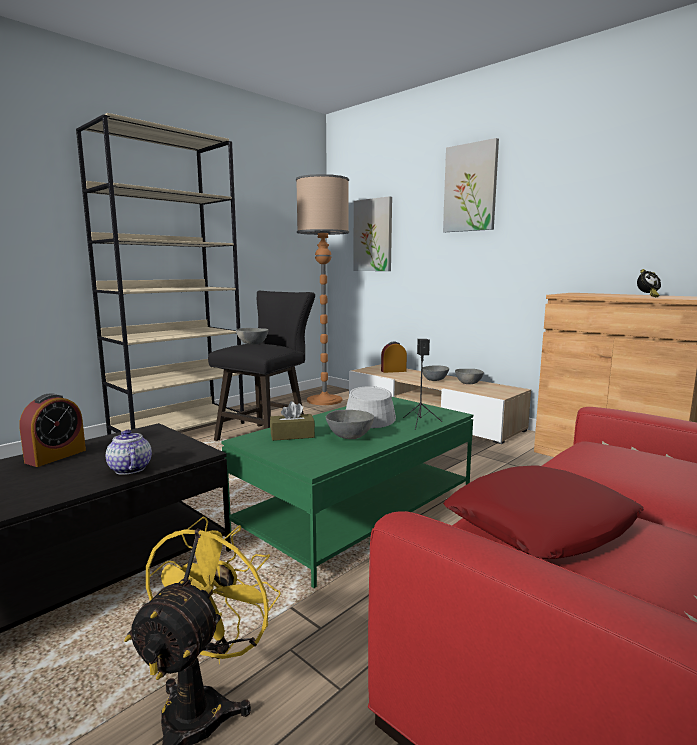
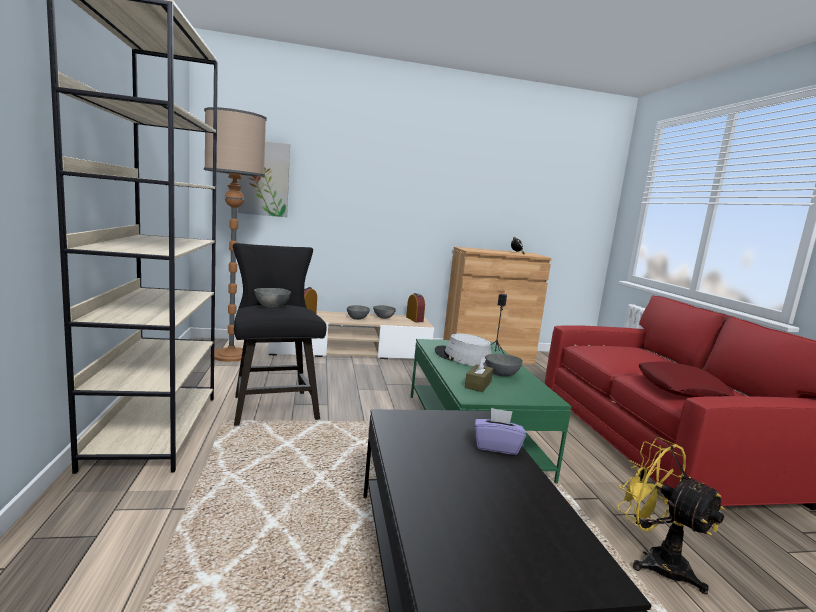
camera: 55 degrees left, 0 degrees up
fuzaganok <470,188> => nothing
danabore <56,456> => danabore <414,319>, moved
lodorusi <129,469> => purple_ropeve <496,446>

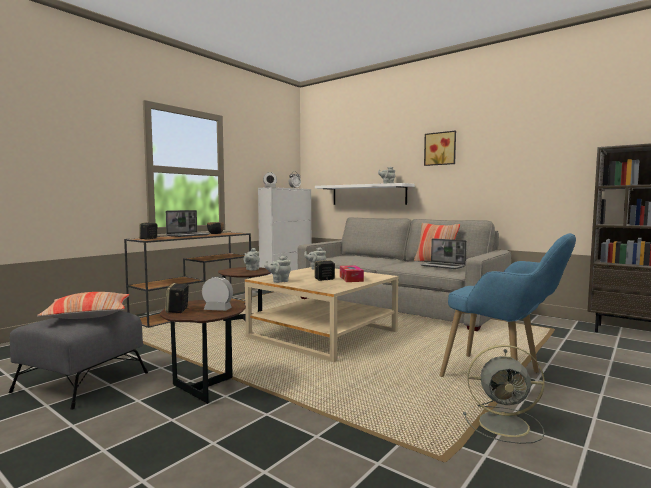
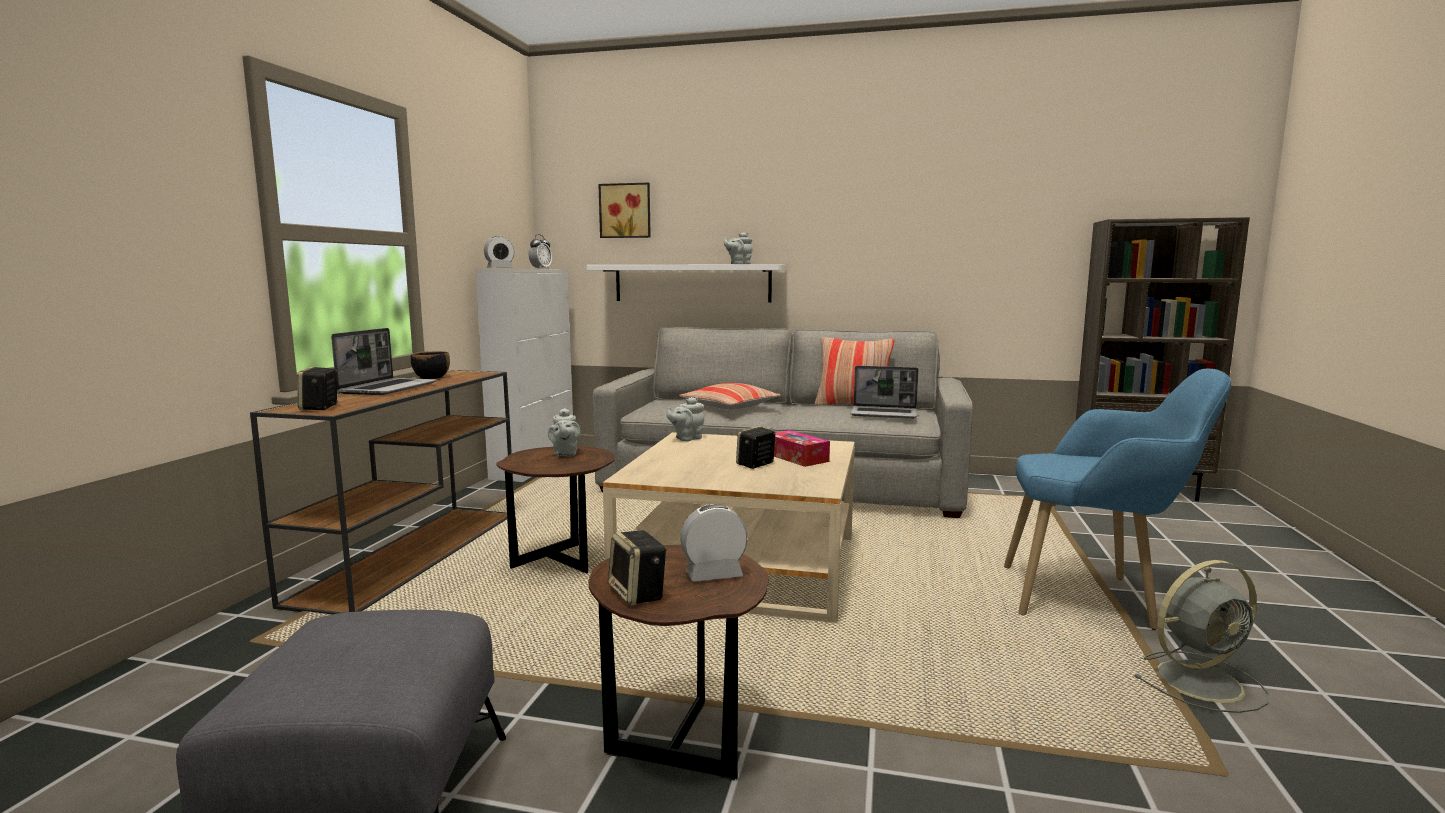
camera: 25 degrees left, 5 degrees up
grey_lodorusi <279,281> => nothing
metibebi <88,315> => metibebi <730,406>, moved
fuzaganok <440,148> => fuzaganok <625,211>, moved

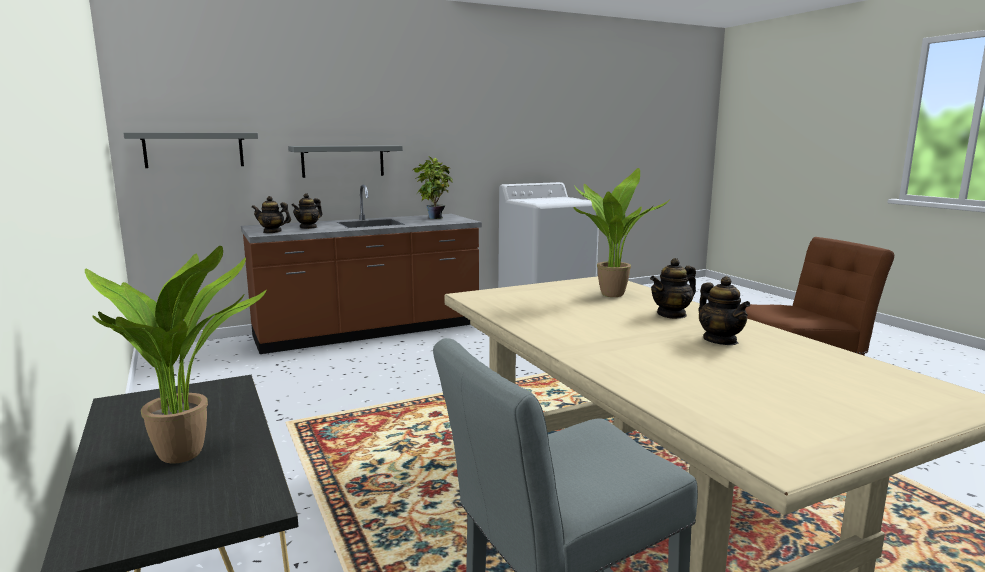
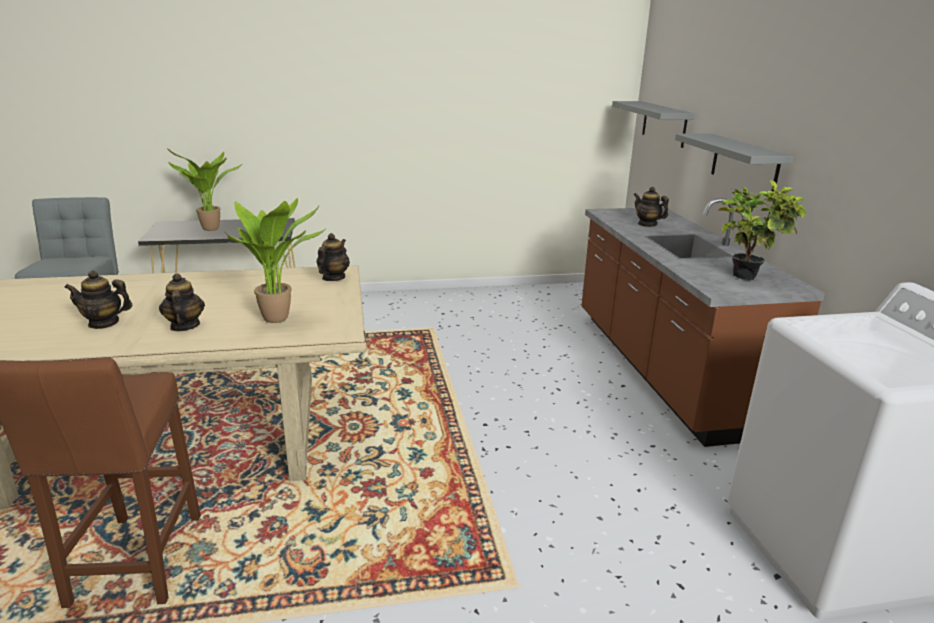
camera: 105 degrees right, 10 degrees up
lodorusi <272,232> => lodorusi <333,278>, moved

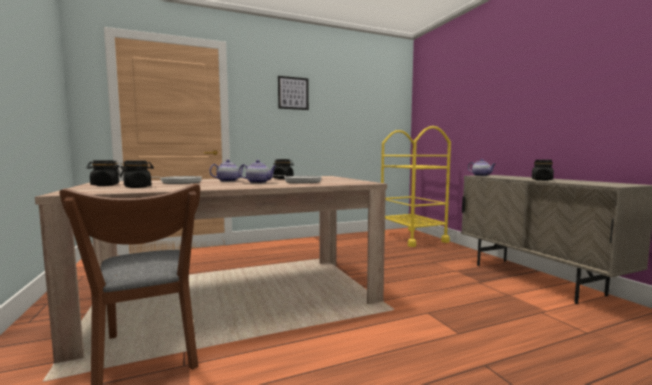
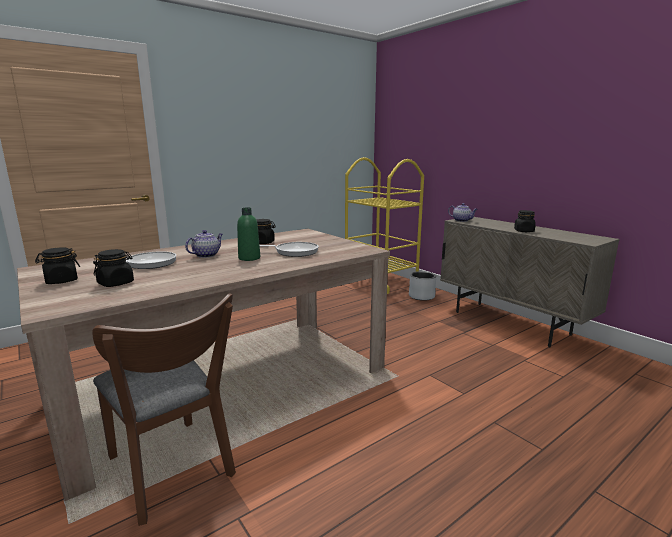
camera: 15 degrees left, 10 degrees up
fuzaganok <293,93> => nothing
nothing => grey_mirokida <421,296>
lodorusi <258,183> => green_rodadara <249,258>

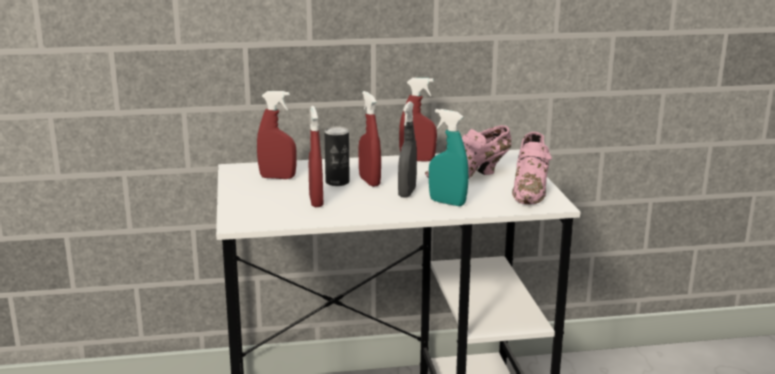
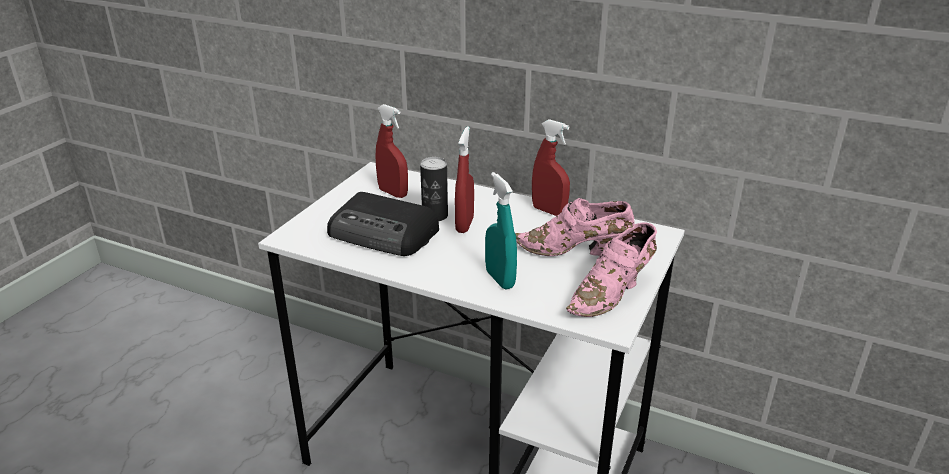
camera: 35 degrees right, 10 degrees up
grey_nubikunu <407,193> => nothing
red_nubikunu <316,201> => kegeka <384,234>

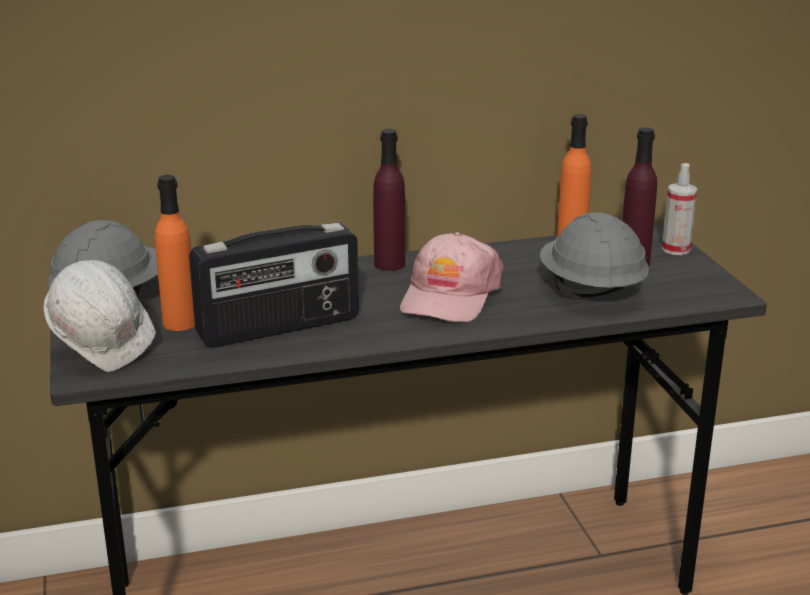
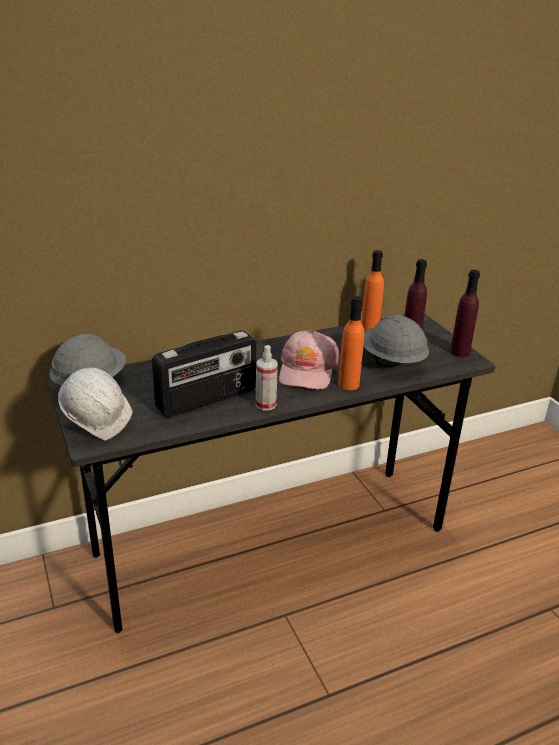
camera: 10 degrees left, 5 degrees up
orange_rodadara <180,322> => orange_rodadara <348,384>, moved
purple_rodadara <389,264> => purple_rodadara <459,352>, moved
nubikunu <676,249> => nubikunu <265,404>, moved

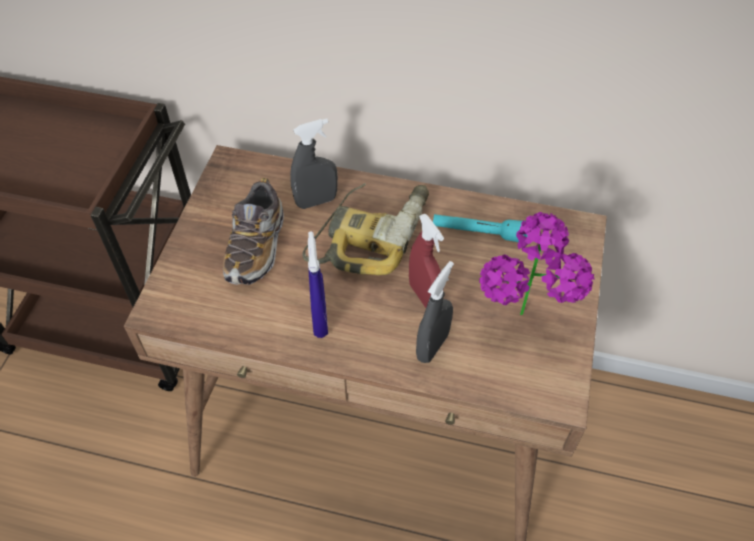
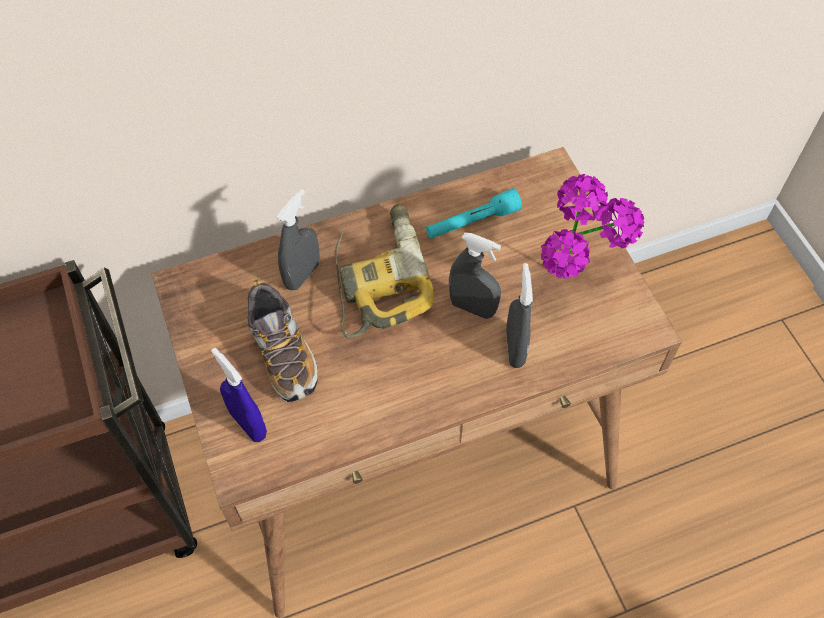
camera: 35 degrees left, 5 degrees up
blue_nubikunu <319,320> => blue_nubikunu <248,424>, moved
red_nubikunu <424,296> => grey_nubikunu <472,307>

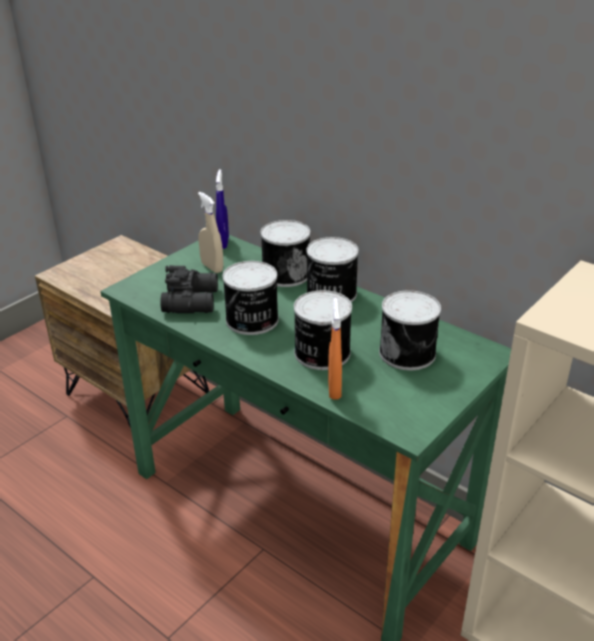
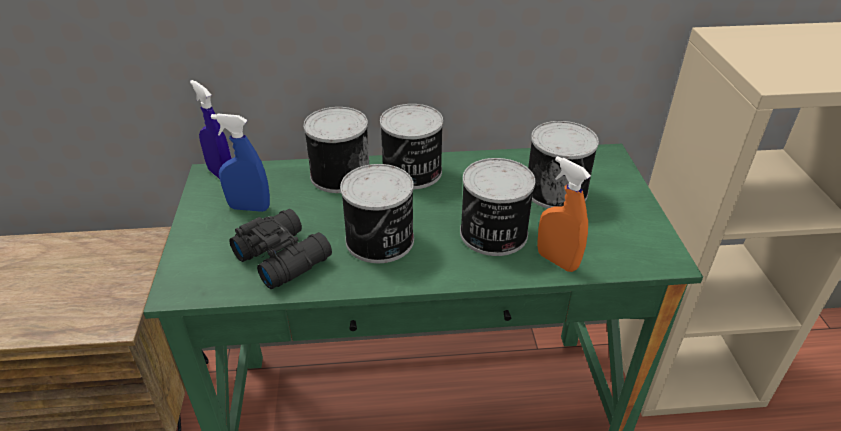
camera: 45 degrees left, 5 degrees up
beige_nubikunu <212,267> => blue_nubikunu <249,208>

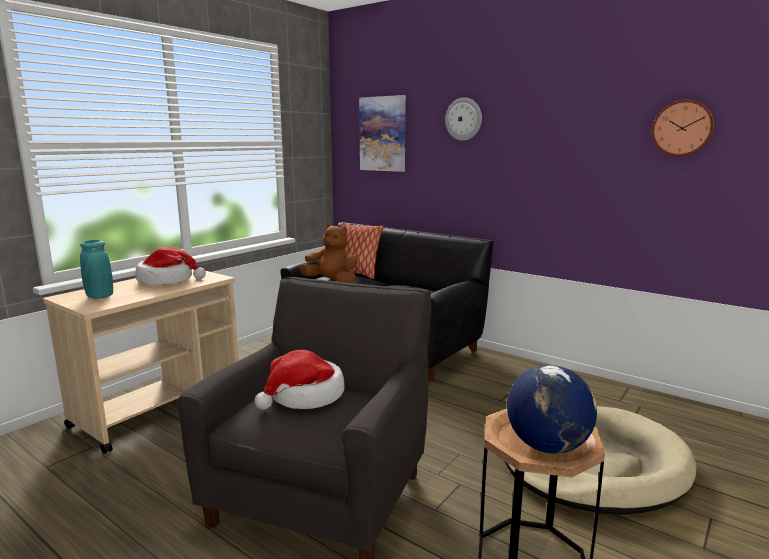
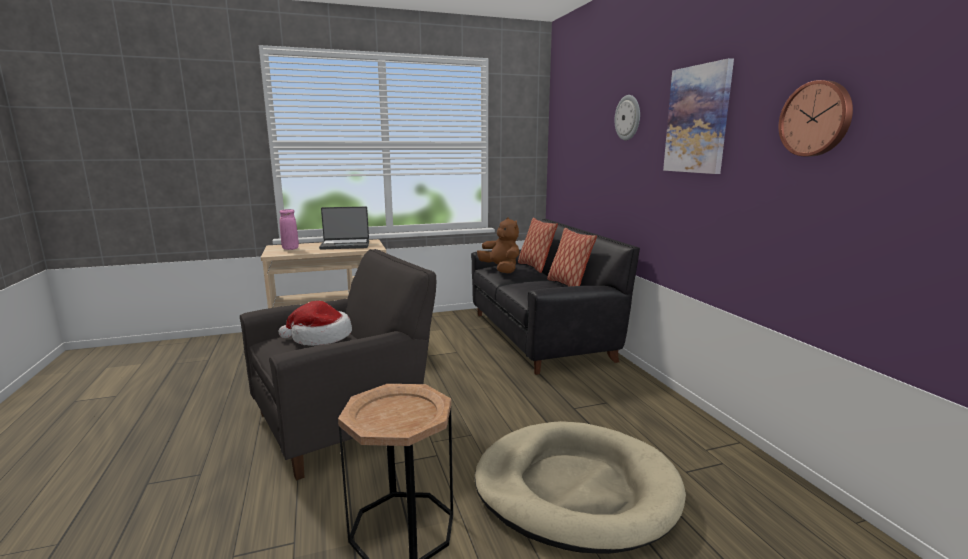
camera: 35 degrees right, 0 degrees up
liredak <547,446> => nothing
nothing => metibebi <568,285>
fuzaganok <383,134> => fuzaganok <697,120>, moved
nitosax <167,280> => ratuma <345,245>
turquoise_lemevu <100,296> => pink_lemevu <290,249>

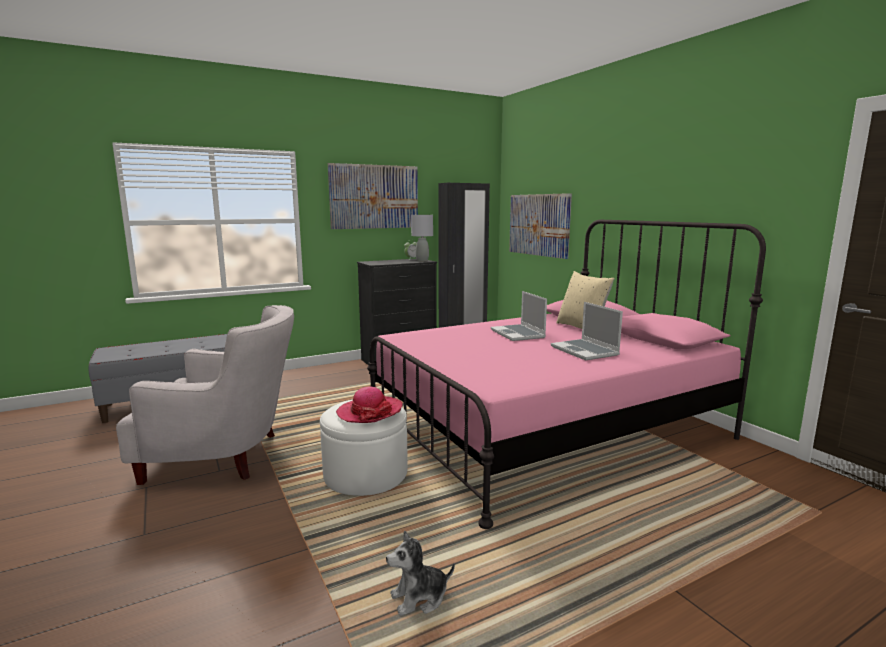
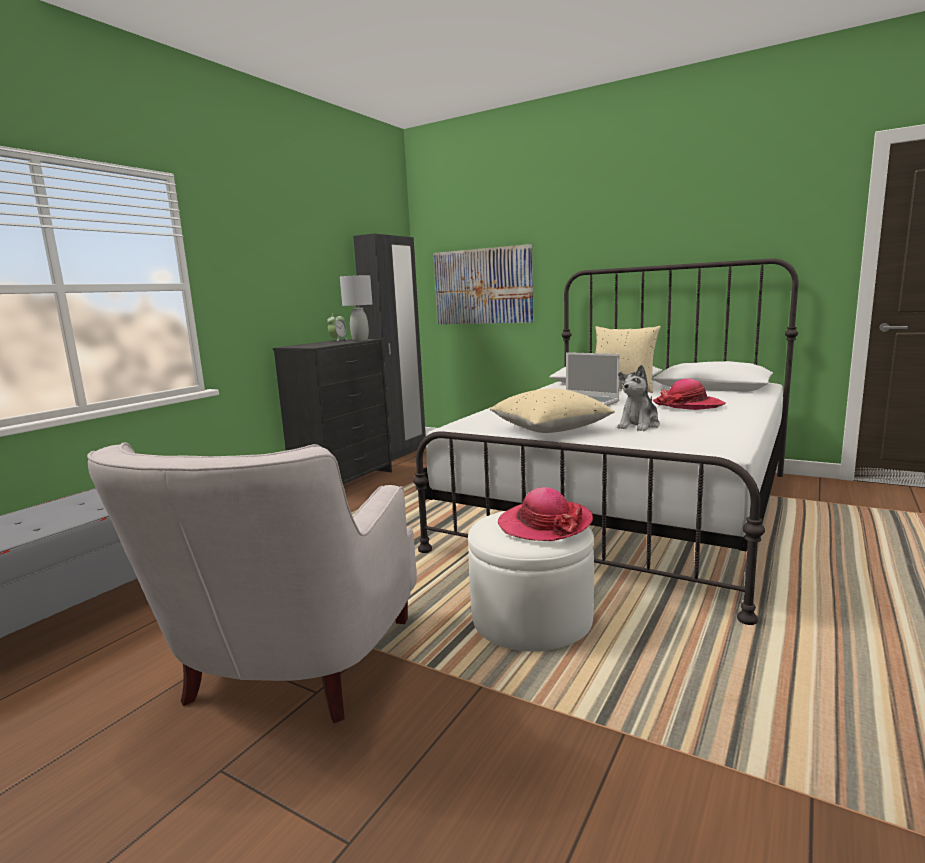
camera: 30 degrees left, 0 degrees up
fuzaganok <374,197> => nothing
nothing => beige_metibebi <550,430>
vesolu <419,598> => vesolu <639,425>, moved
ratuma <585,351> => nitosax <688,405>
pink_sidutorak <547,427> => white_sidutorak <626,508>
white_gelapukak <225,456> => white_gelapukak <291,669>, 135 degrees clockwise

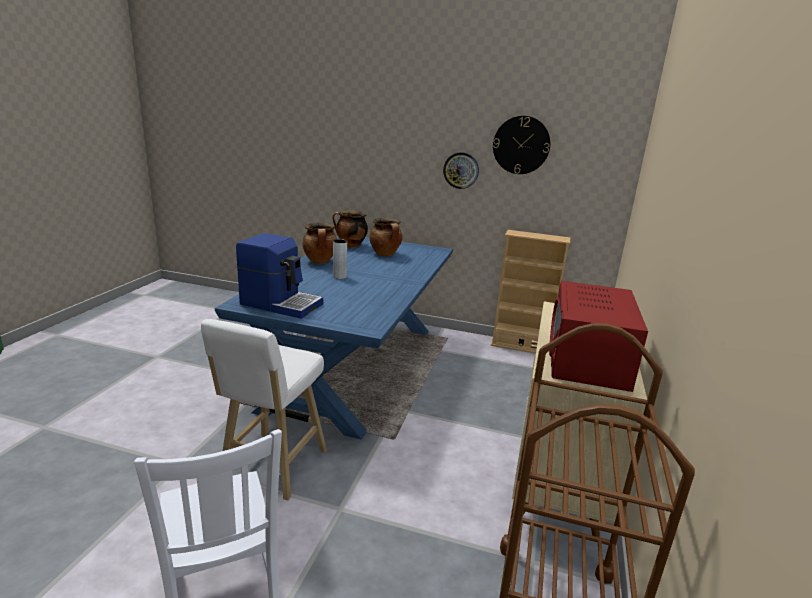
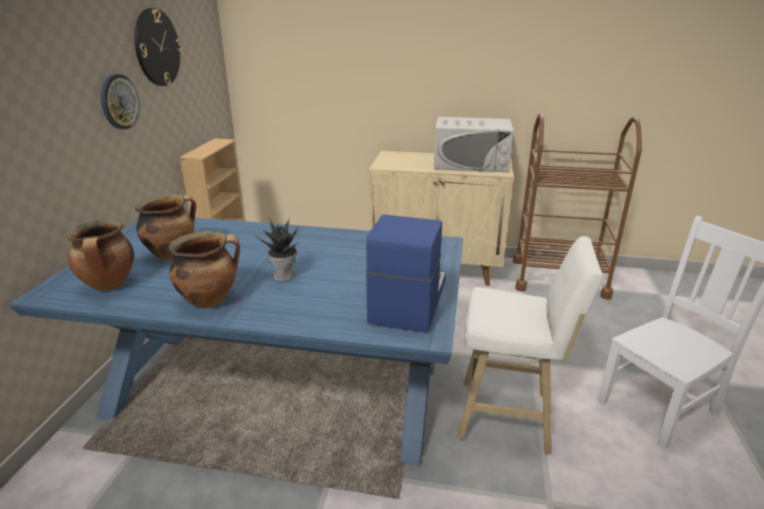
camera: 95 degrees left, 5 degrees up
grey_lemevu <339,276> => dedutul <284,275>
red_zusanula <588,358> => white_zusanula <471,163>

